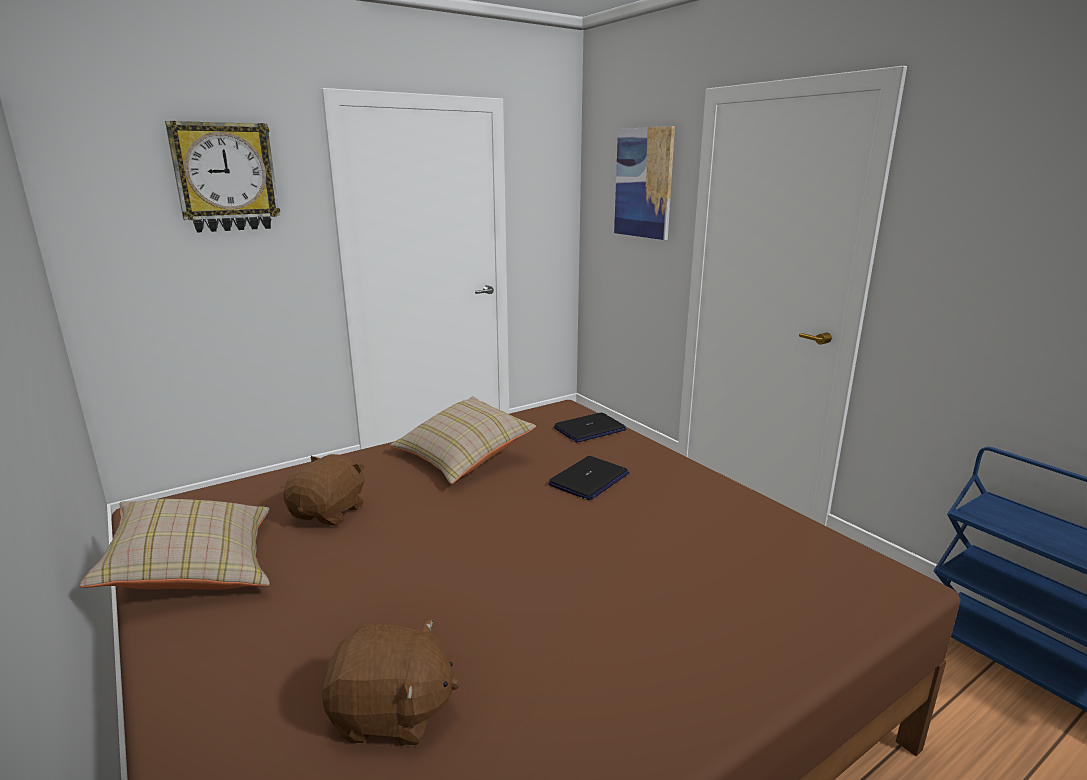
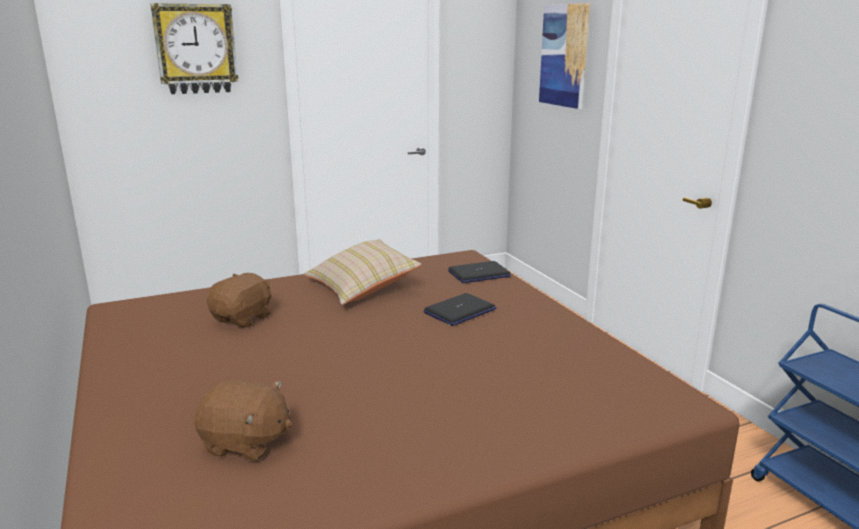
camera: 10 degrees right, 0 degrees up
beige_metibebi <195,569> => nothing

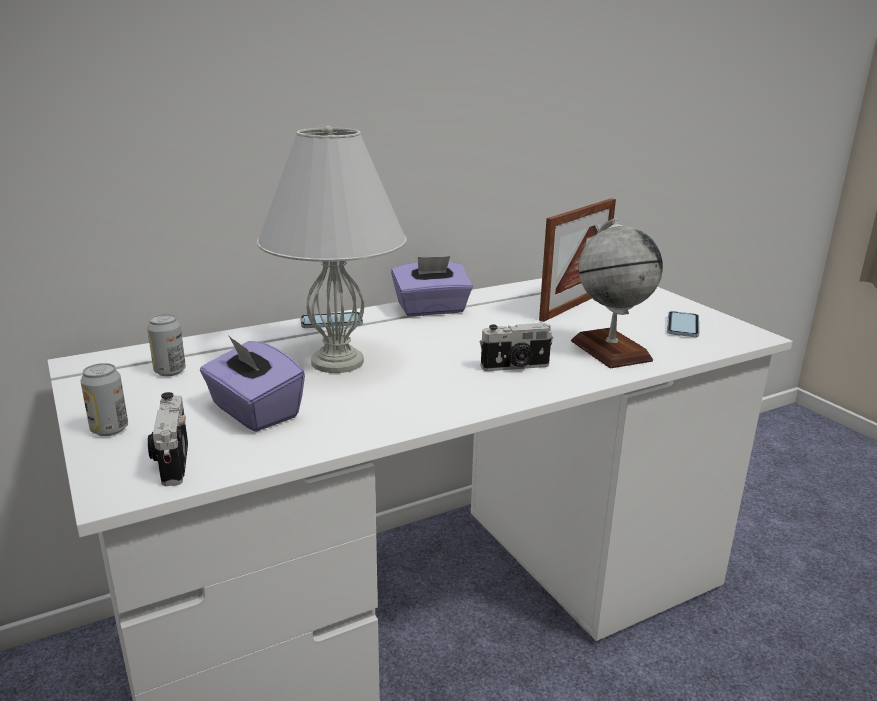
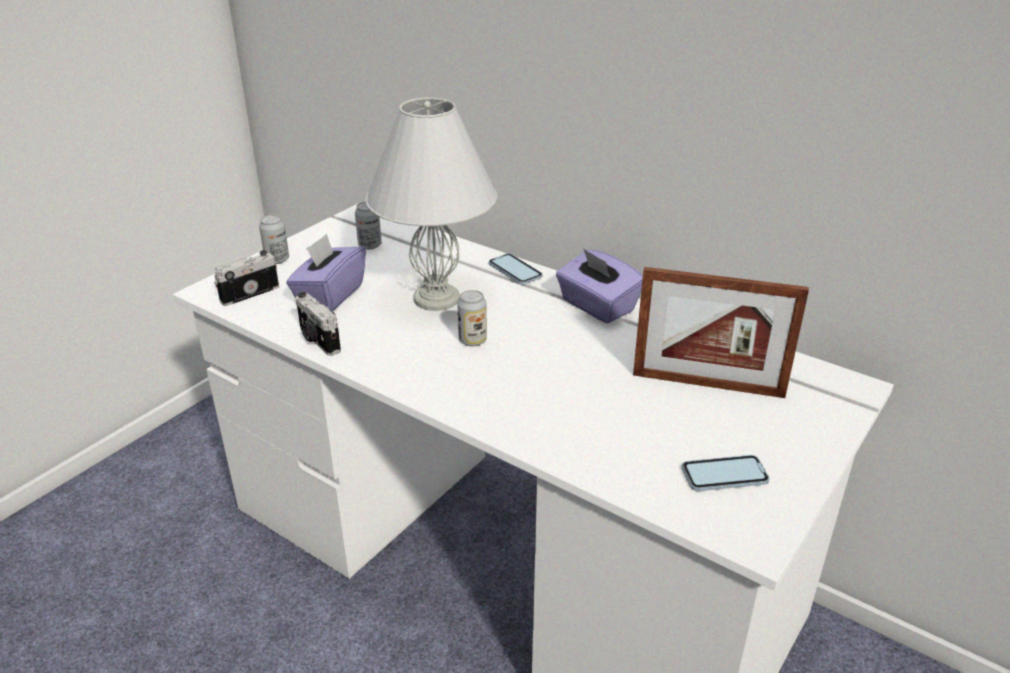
camera: 65 degrees right, 10 degrees up
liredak <610,350> => nothing
nothing => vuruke <472,340>
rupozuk <515,367> => rupozuk <318,340>, moved

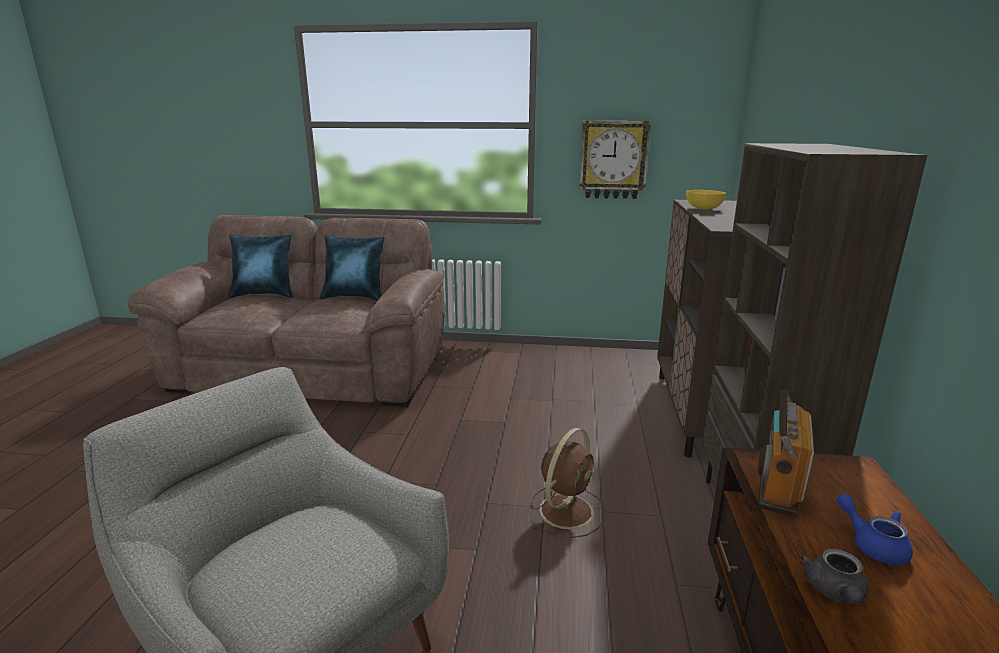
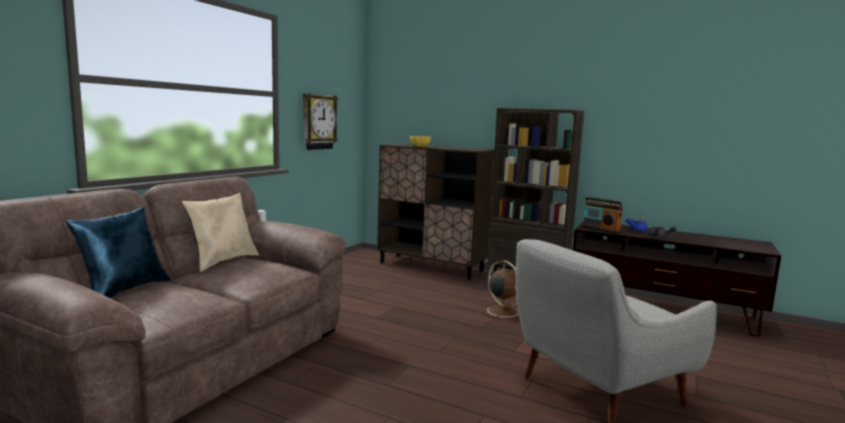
camera: 70 degrees left, 10 degrees down
blue_metibebi <355,297> => beige_metibebi <223,261>

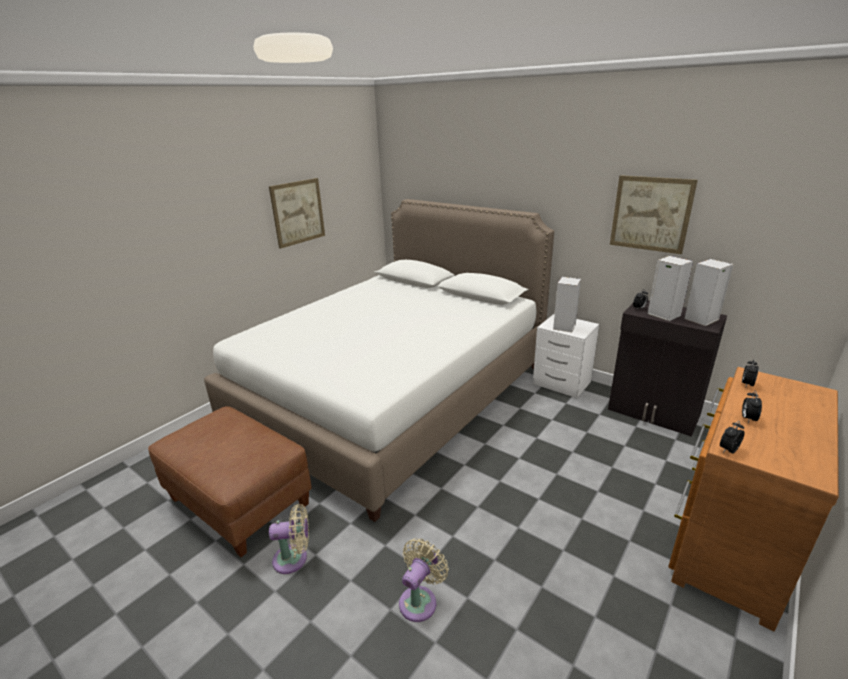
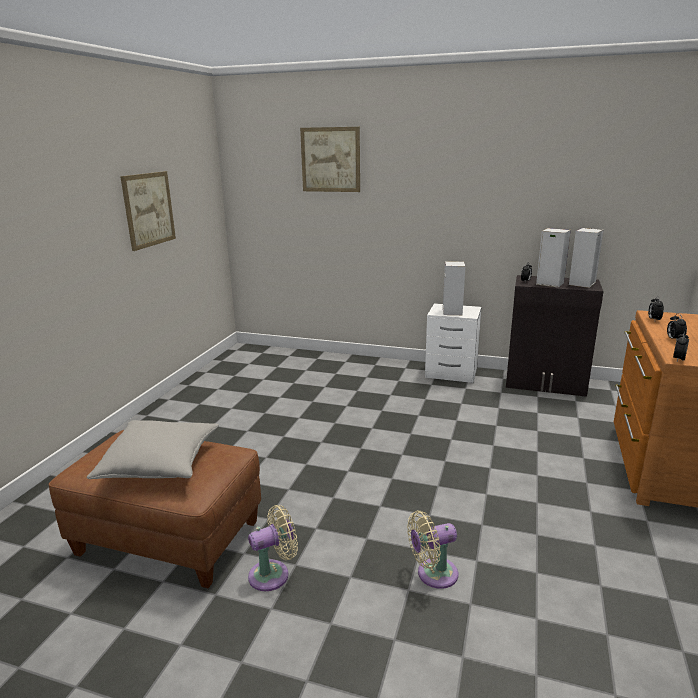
camera: 20 degrees left, 5 degrees down
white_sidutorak <393,395> => nothing
nothing => grey_metibebi <160,463>
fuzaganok <650,214> => fuzaganok <330,160>, moved
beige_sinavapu <420,600> => beige_sinavapu <433,574>, 120 degrees counterclockwise

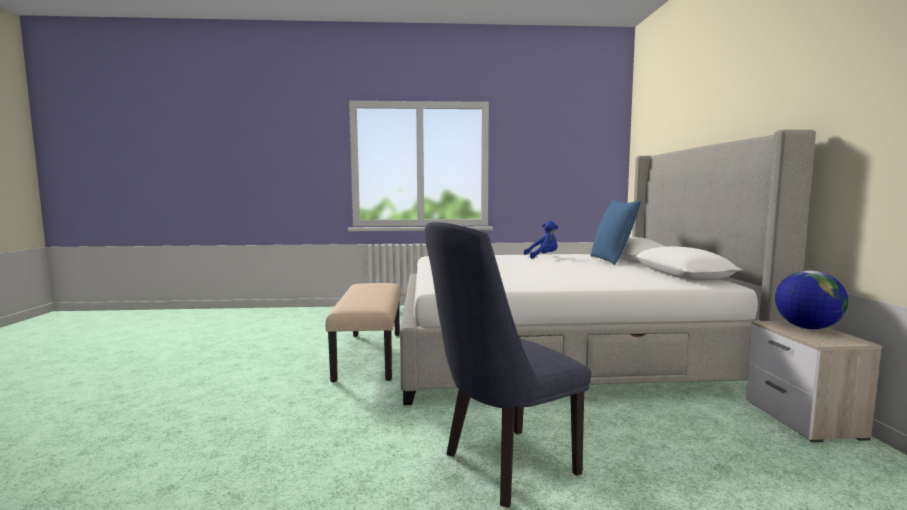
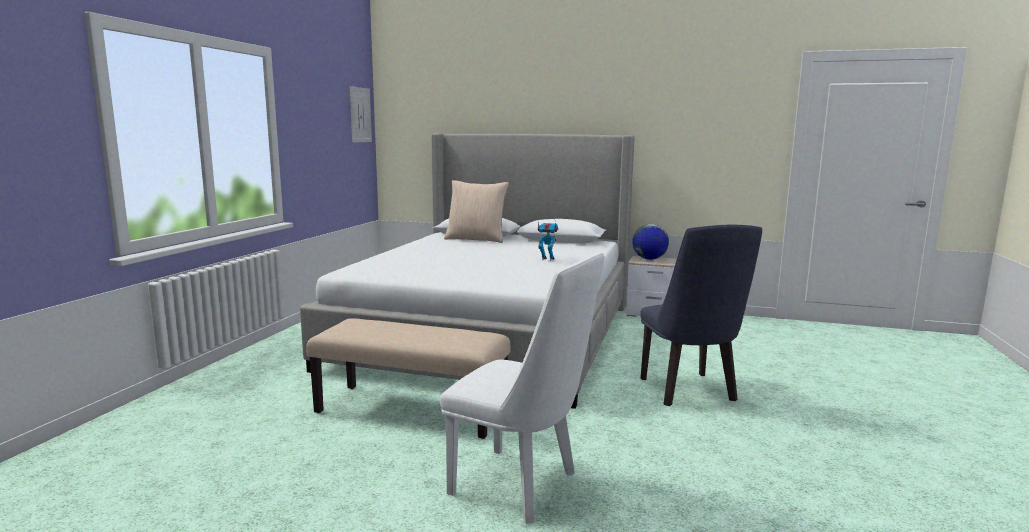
camera: 70 degrees left, 5 degrees up
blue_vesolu <543,257> => nothing
nothing => fuzaganok <360,115>
nothing => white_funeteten <523,486>
nothing => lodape <547,259>
blue_metibebi <612,260> => beige_metibebi <476,239>

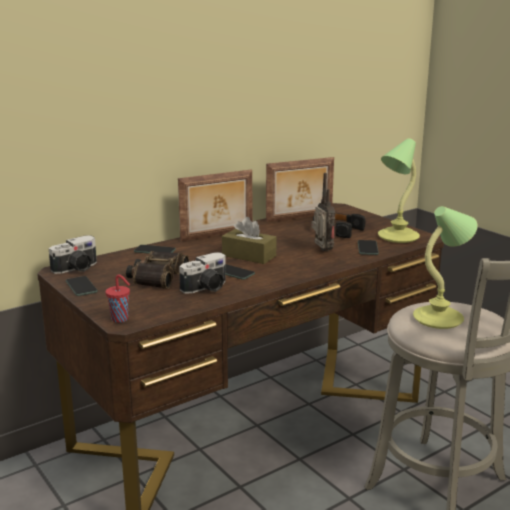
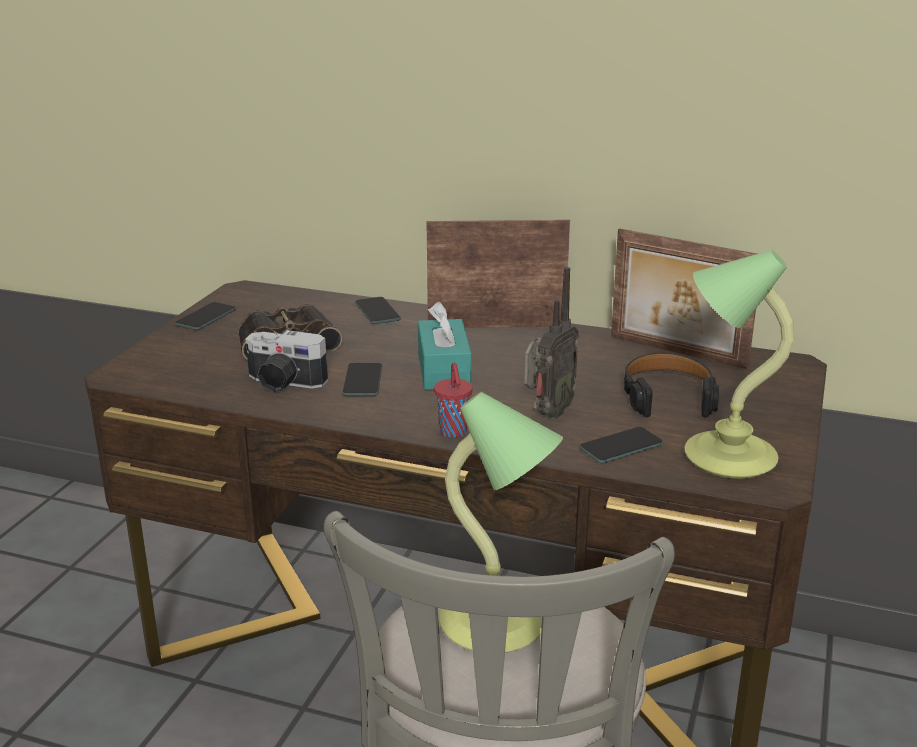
camera: 55 degrees right, 5 degrees up
rupozuk <77,269> => nothing
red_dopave <120,319> => red_dopave <453,433>, moved
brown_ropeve <249,256> => turquoise_ropeve <444,370>
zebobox <217,235> => zebobox <496,325>, 150 degrees clockwise

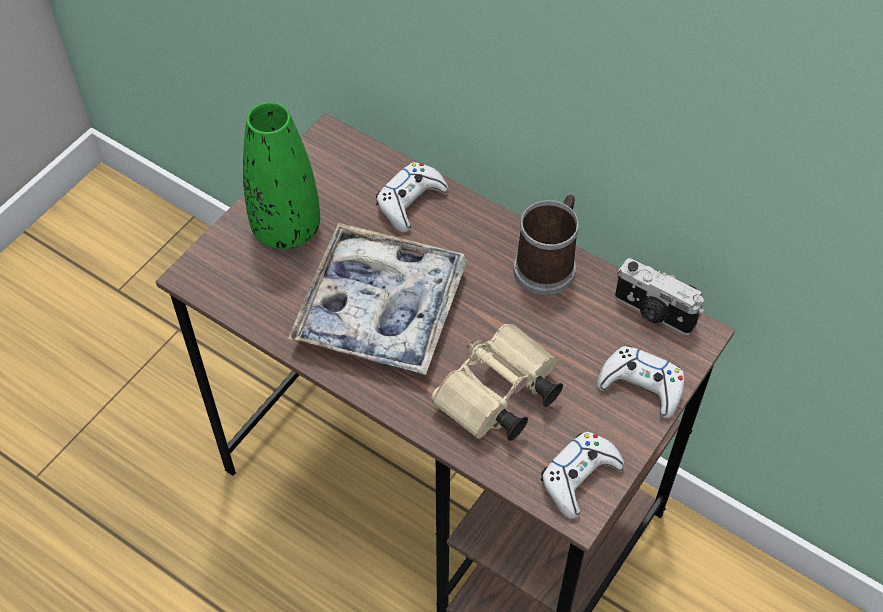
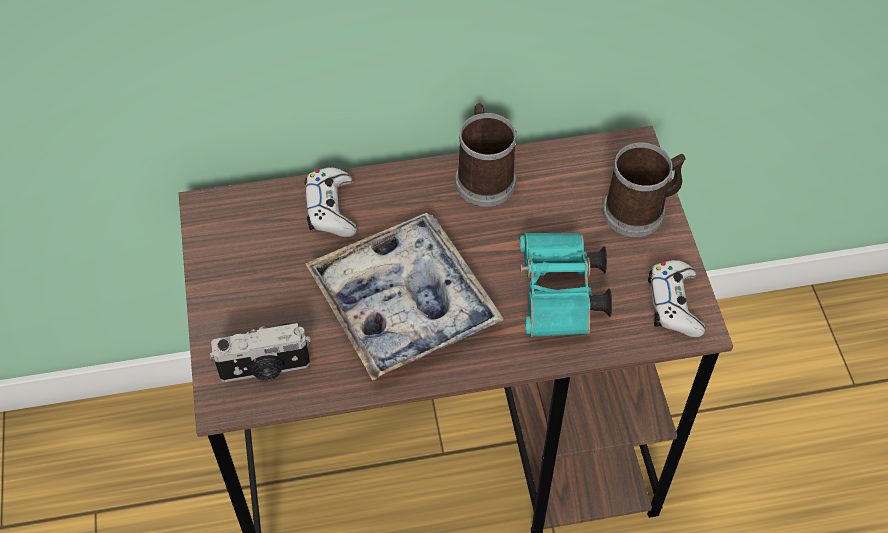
camera: 45 degrees left, 0 degrees up
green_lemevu <286,229> => nothing
rupozuk <653,313> => rupozuk <265,369>, moved
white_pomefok <641,386> => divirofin <640,210>
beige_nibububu <497,398> => turquoise_nibububu <560,297>

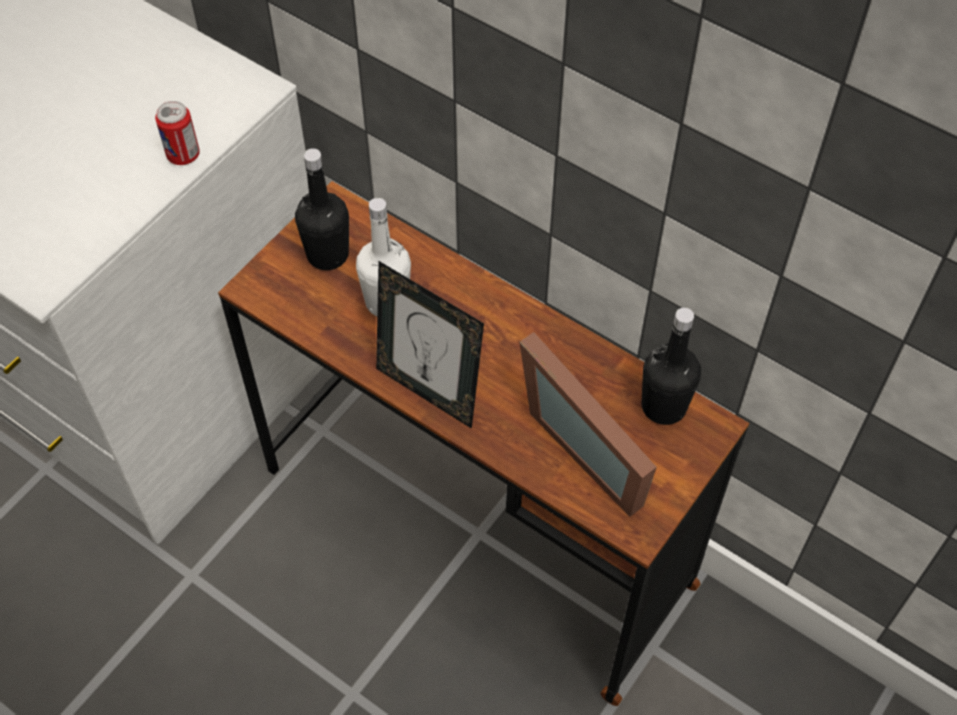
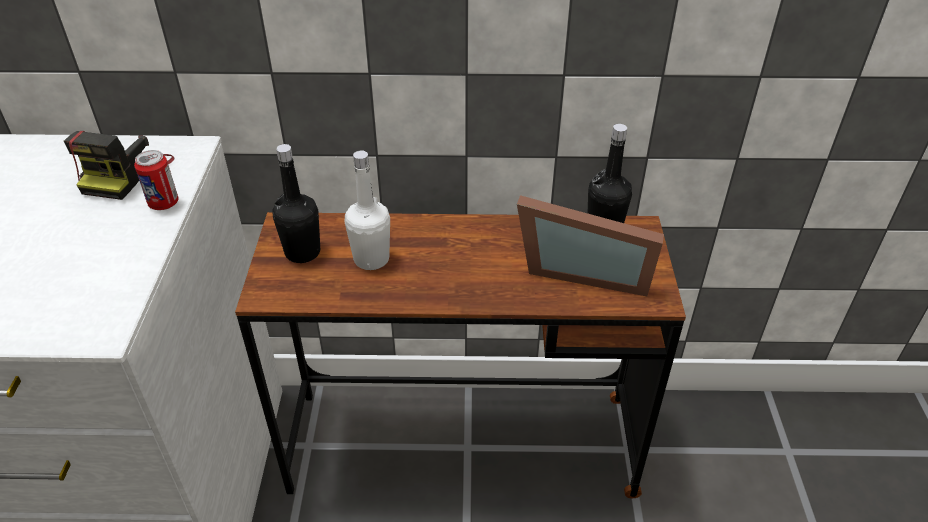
camera: 35 degrees left, 15 degrees down
zebobox <429,391> => nothing
nothing => rupozuk <126,174>

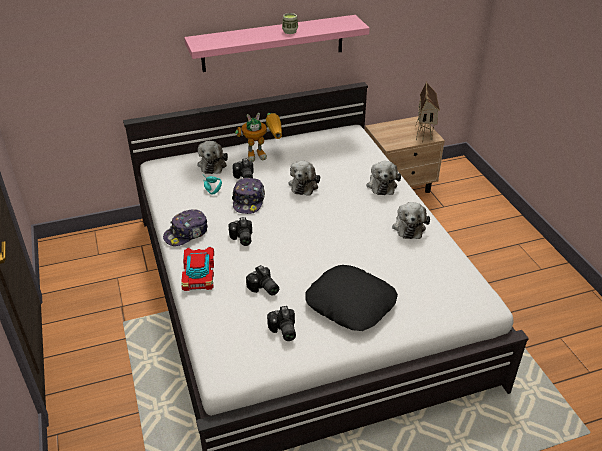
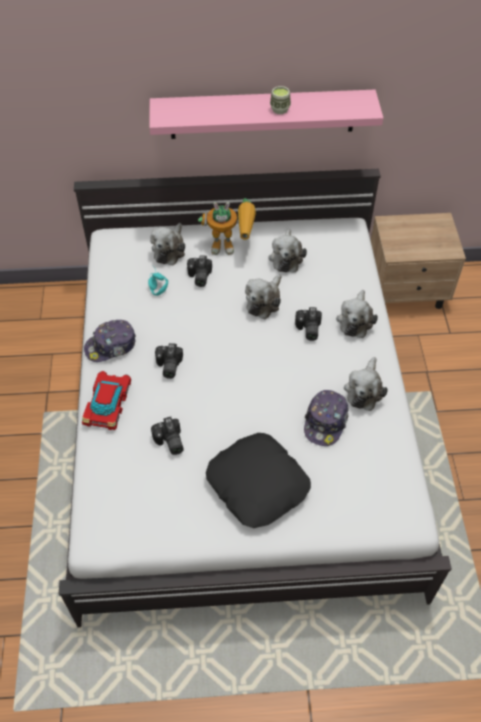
camera: 15 degrees right, 15 degrees up
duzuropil <424,134> => nothing
nothing => vesolu <286,257>
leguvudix <248,201> => leguvudix <325,422>, moved
rupozuk <283,331> => rupozuk <307,329>, moved

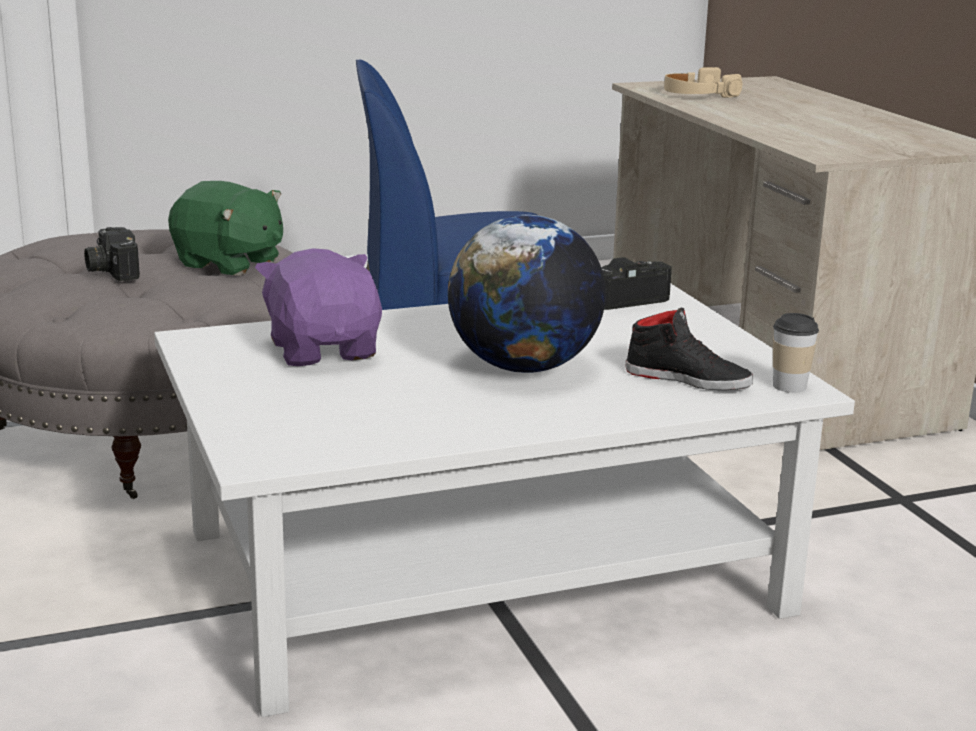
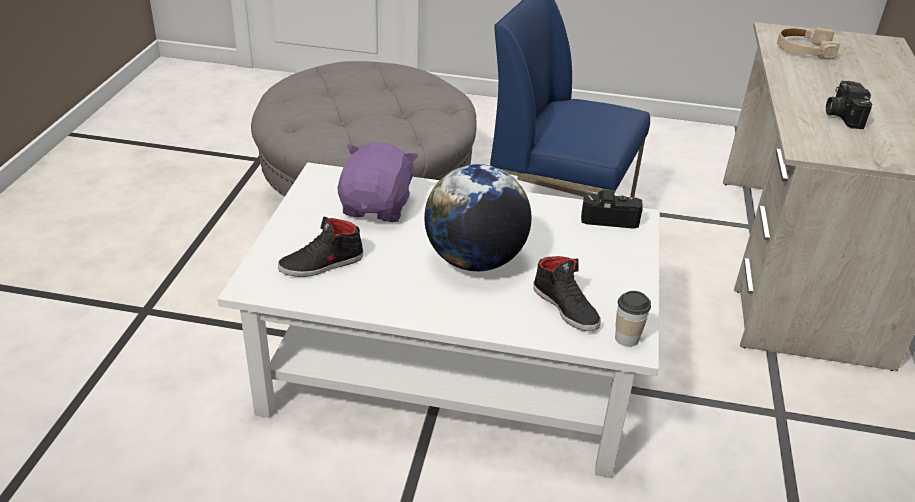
camera: 30 degrees right, 15 degrees up
green_vesolu <229,263> => nothing
nothing => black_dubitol <322,264>
rupozuk <110,270> => rupozuk <841,115>, moved

